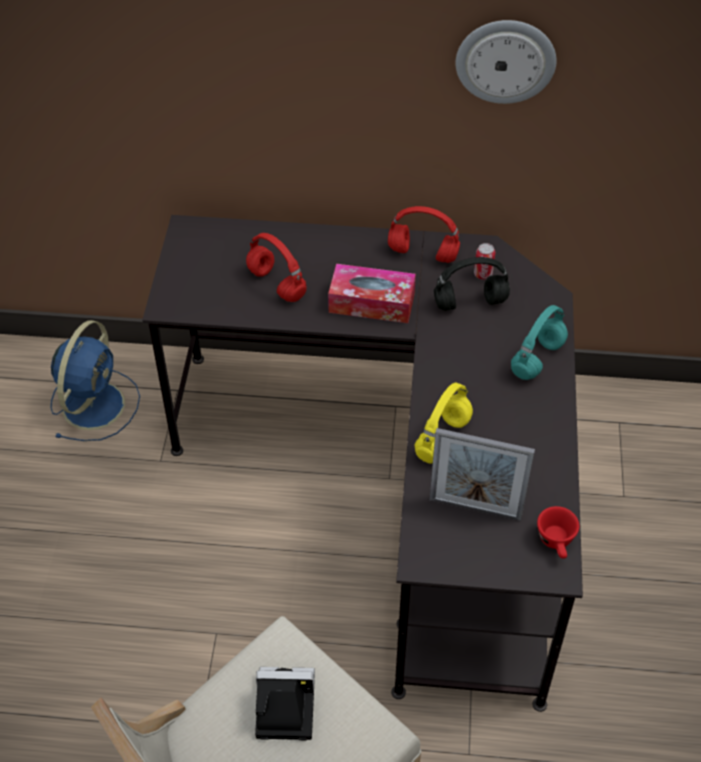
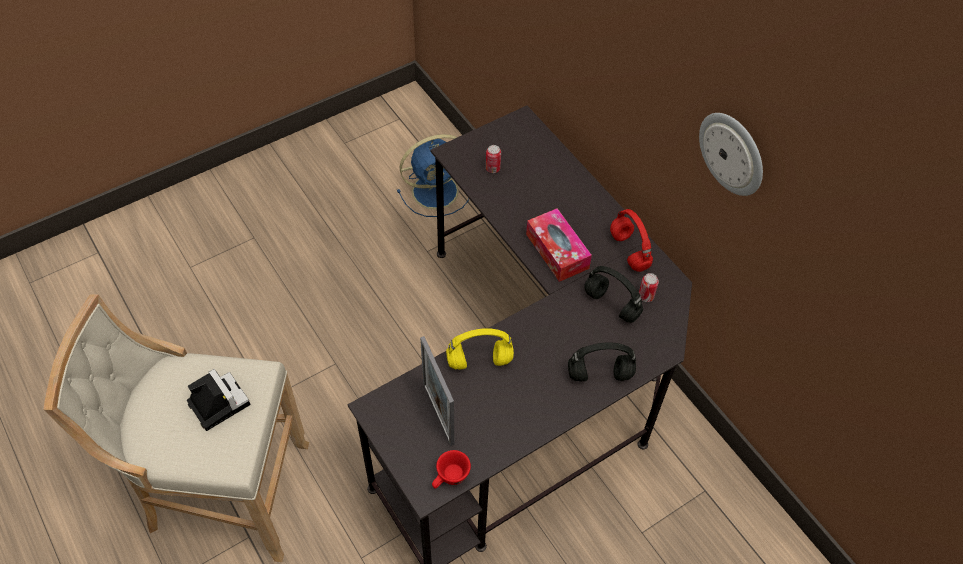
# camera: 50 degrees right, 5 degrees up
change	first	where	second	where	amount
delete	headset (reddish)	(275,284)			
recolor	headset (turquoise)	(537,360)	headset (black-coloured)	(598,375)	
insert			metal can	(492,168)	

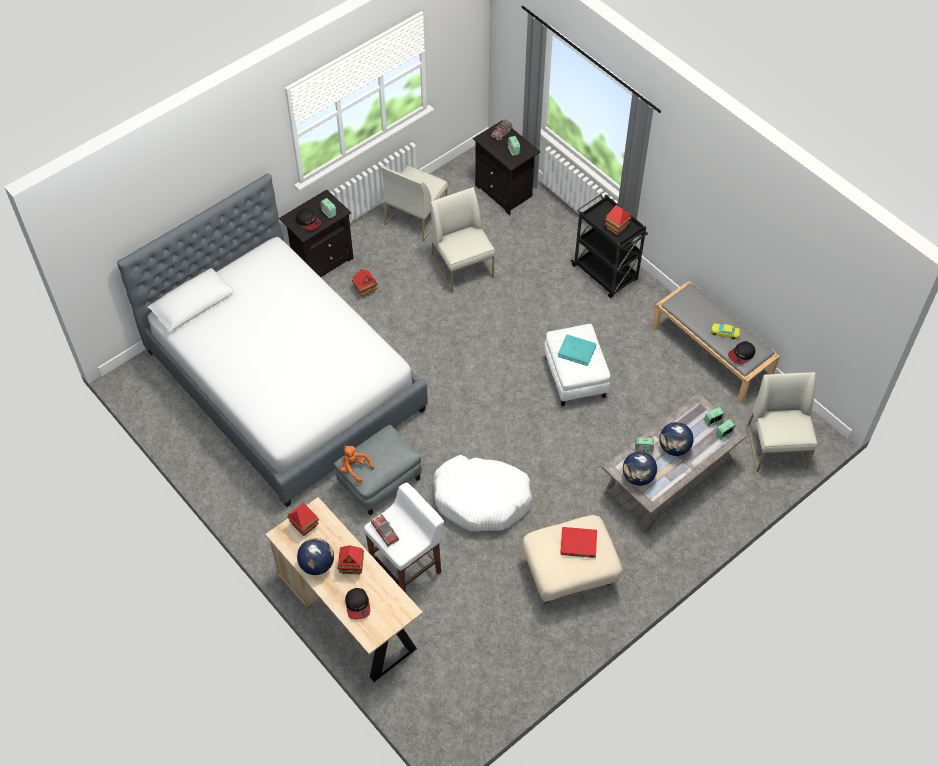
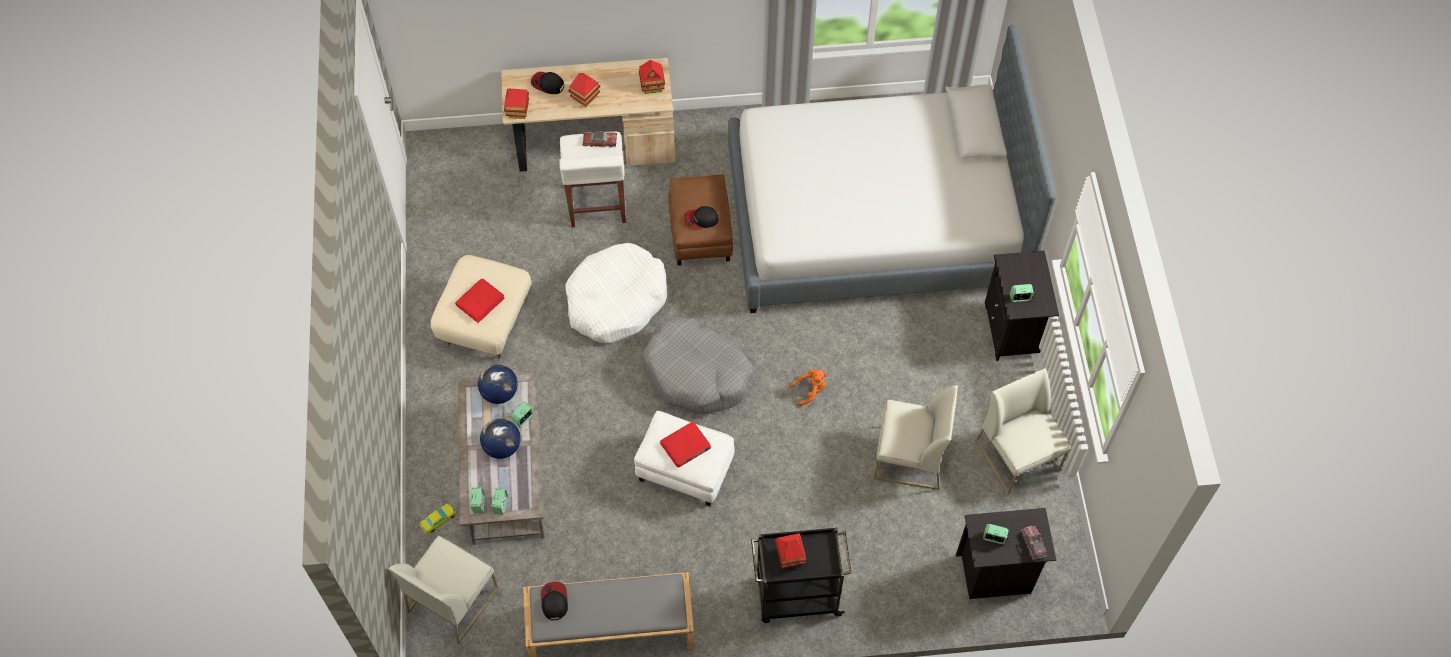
# camera: 125 degrees right, 5 degrees up
change	first	where	second	where	amount
move	baseball cap	(308,221)		(701,219)	
delete	desk globe	(317,564)			
recolor	ottoman (grey)	(380,480)	ottoman (brownish)	(701,234)	
move	plush toy (orange)	(354,469)		(810,390)	
move	miniature house	(365,290)		(518,111)	
recolor	volume (turquoise)	(577,351)	volume (reddish)	(685,446)	
move	miniature car (yellow-coloured)	(724,332)		(438,519)	
rotate	chair (white-coloured)	(777,447)		(452,599)	90 degrees clockwise
insert			pet bed (grey)	(697,373)	

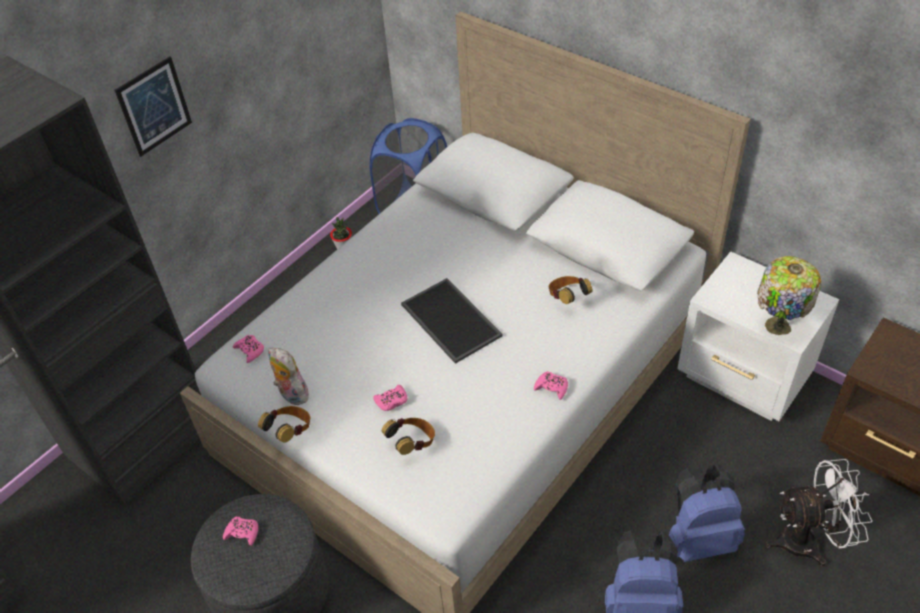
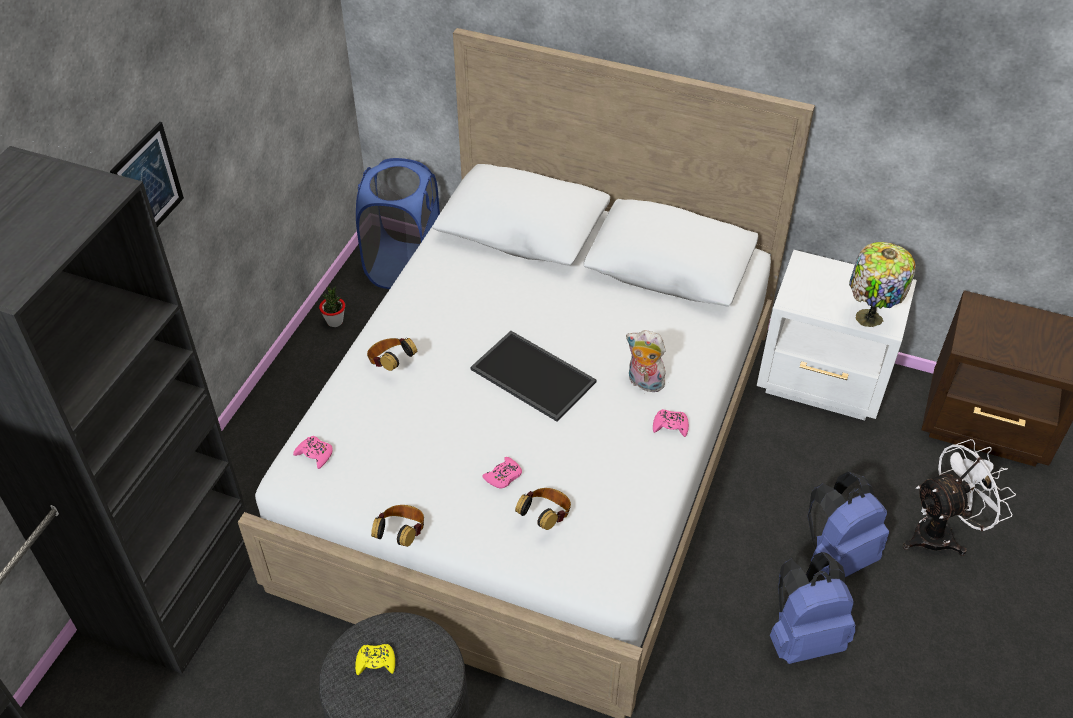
# camera: 20 degrees left, 0 degrees up
change	first	where	second	where	amount
recolor	game controller (pinkish)	(242,533)	game controller (yellow-coloured)	(376,662)	
move	plush toy	(291,394)		(643,383)	
move	headset	(567,298)		(391,364)	

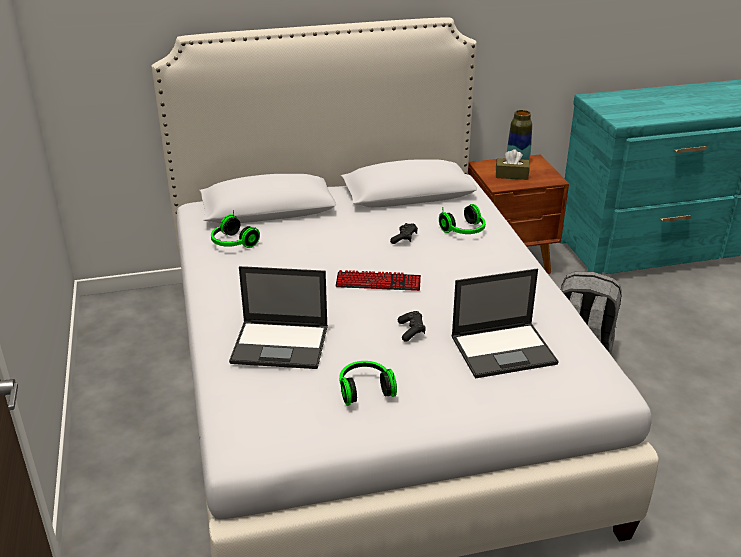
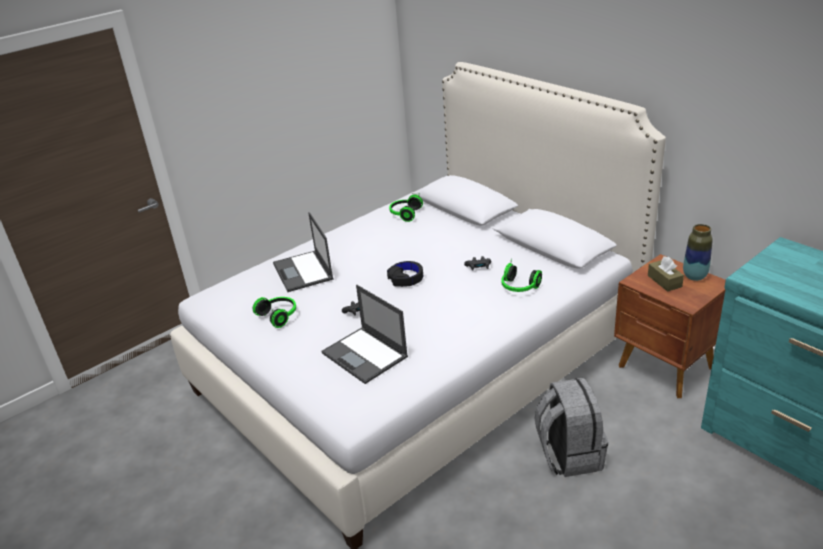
# camera: 65 degrees right, 0 degrees up
change	first	where	second	where	amount
replace	PC keyboard	(378,282)	headset (black-coloured)	(406,278)	

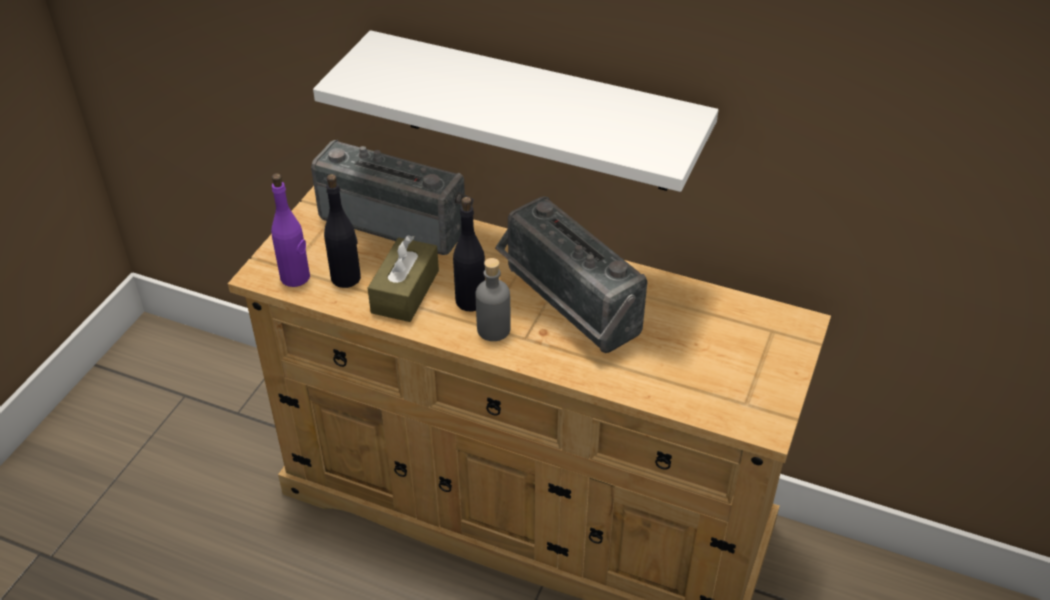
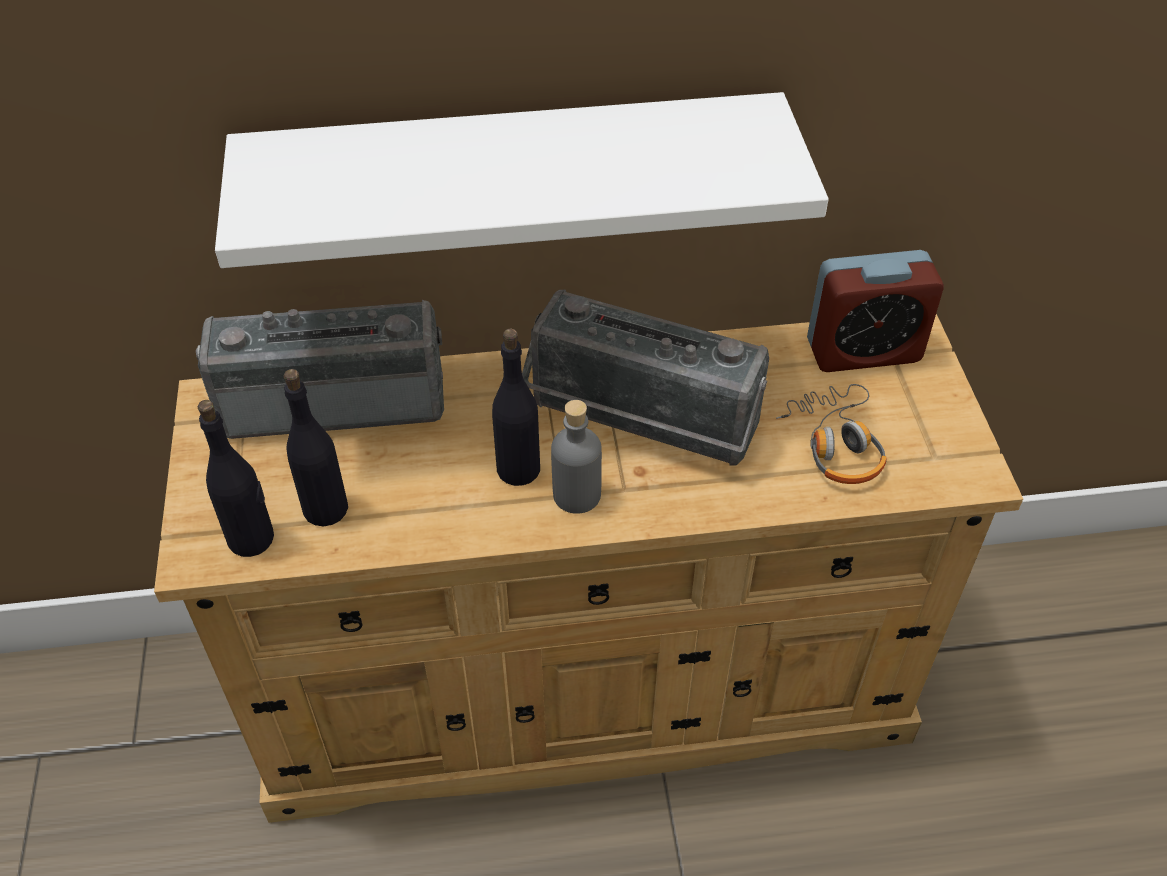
# camera: 30 degrees left, 5 degrees up
change	first	where	second	where	amount
recolor	bottle (purple)	(295,277)	bottle (black-coloured)	(252,539)	
delete	tissue holder (brownish)	(405,291)			
insert			headset	(836,444)	
insert			alarm clock	(863,351)	

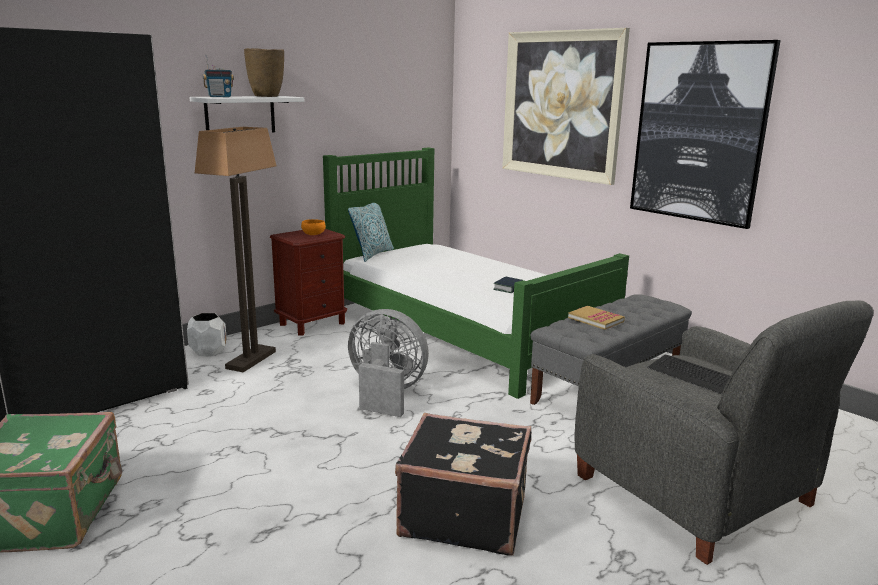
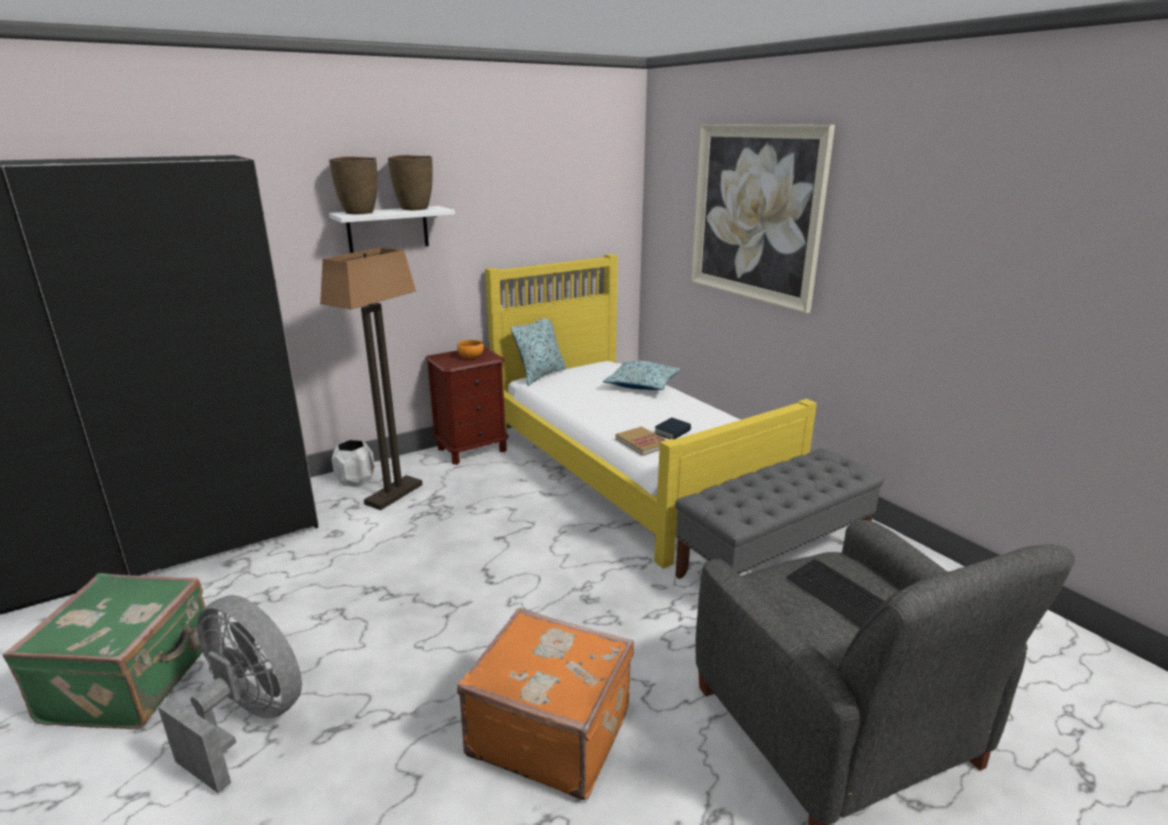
# camera: 10 degrees right, 5 degrees up
change	first	where	second	where	amount
replace	radio set	(219,97)	vase (brownish)	(359,213)	
recolor	sleeping bed (green-coloured)	(462,330)	sleeping bed (yellow-coloured)	(629,467)	
move	fan (grey)	(386,394)		(248,720)	
recolor	piece of luggage (black-coloured)	(464,514)	piece of luggage (orange)	(550,731)	
move	volume	(595,319)		(642,443)	
delete	picture	(699,132)			
insert			throw pillow	(642,385)	

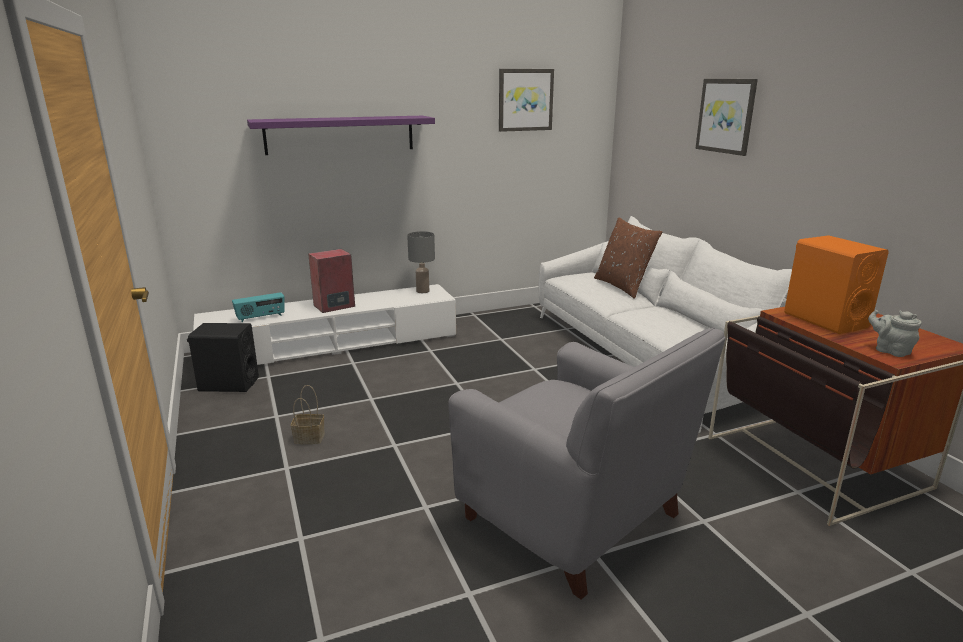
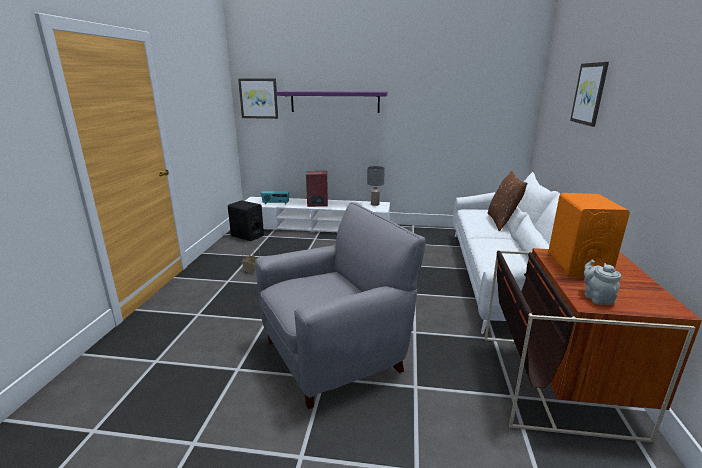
# camera: 30 degrees right, 0 degrees up
change	first	where	second	where	amount
rotate	easy chair (grey)	(575,519)		(335,355)	105 degrees counterclockwise
move	picture	(525,100)		(259,98)	

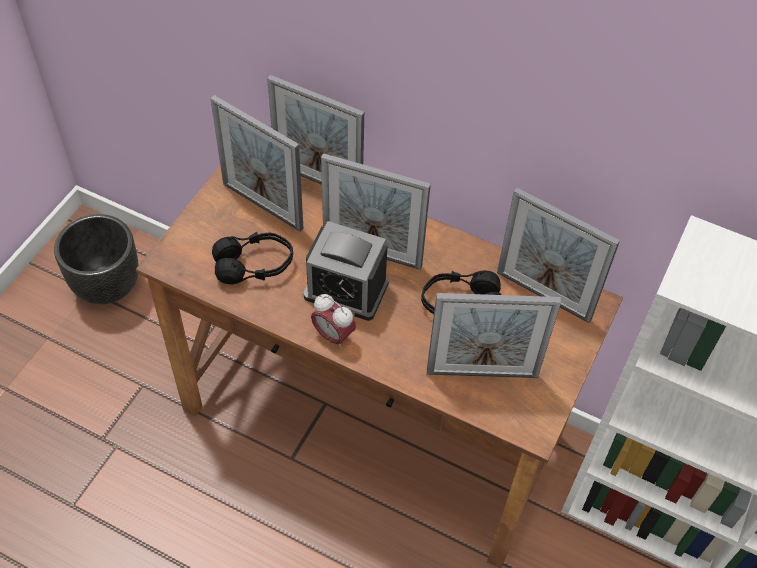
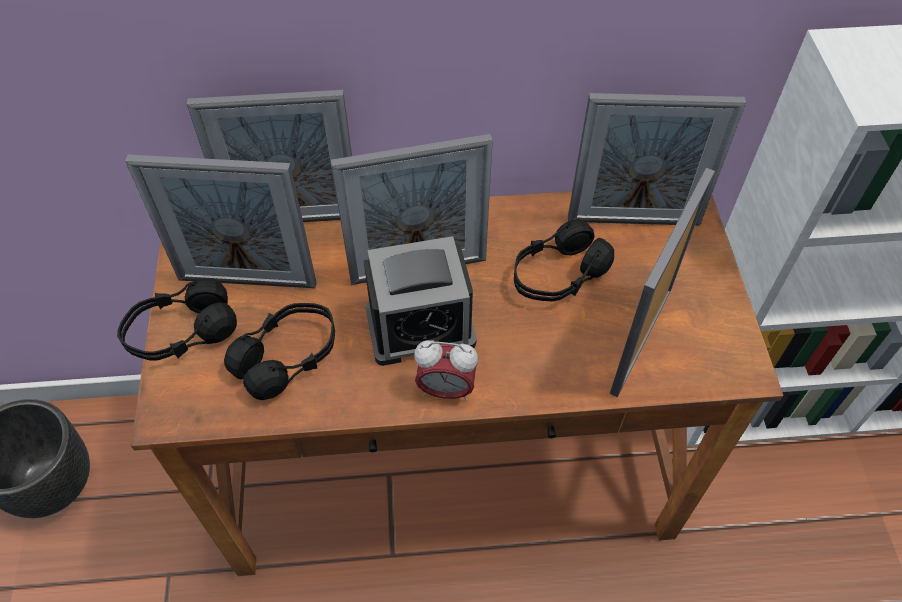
# camera: 30 degrees left, 0 degrees up
change	first	where	second	where	amount
rotate	photo frame	(482,373)		(641,339)	150 degrees clockwise
insert			headset (black-coloured)	(182,333)	

